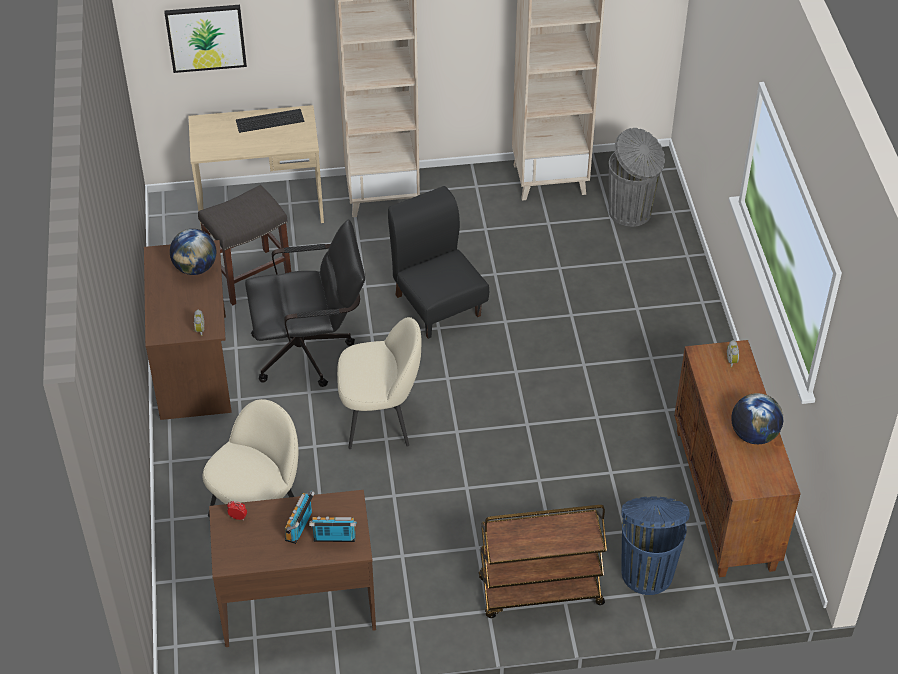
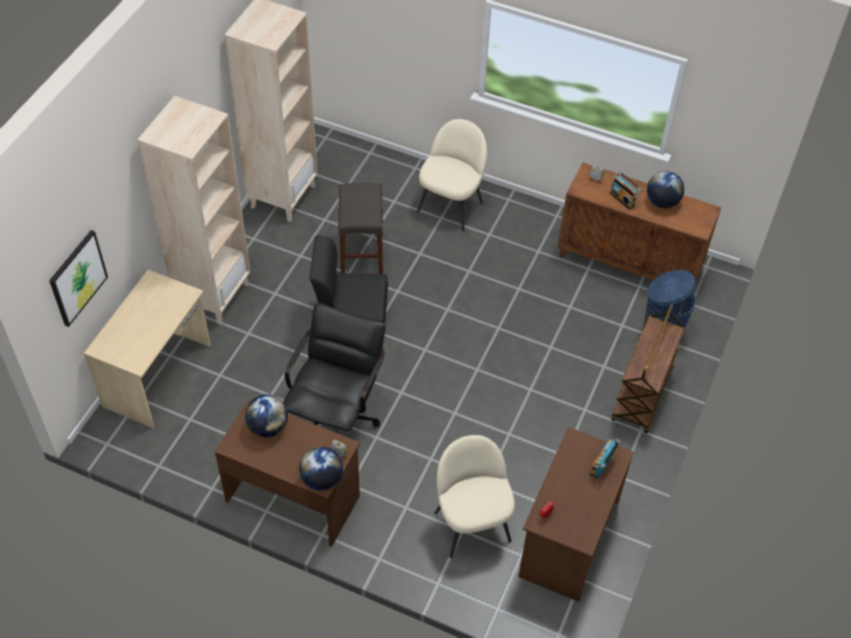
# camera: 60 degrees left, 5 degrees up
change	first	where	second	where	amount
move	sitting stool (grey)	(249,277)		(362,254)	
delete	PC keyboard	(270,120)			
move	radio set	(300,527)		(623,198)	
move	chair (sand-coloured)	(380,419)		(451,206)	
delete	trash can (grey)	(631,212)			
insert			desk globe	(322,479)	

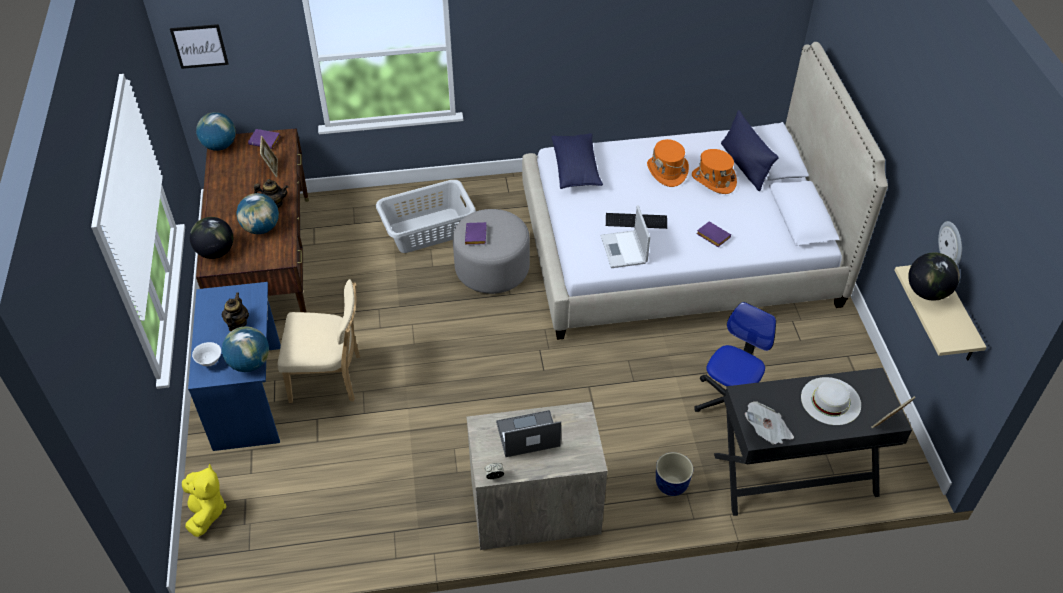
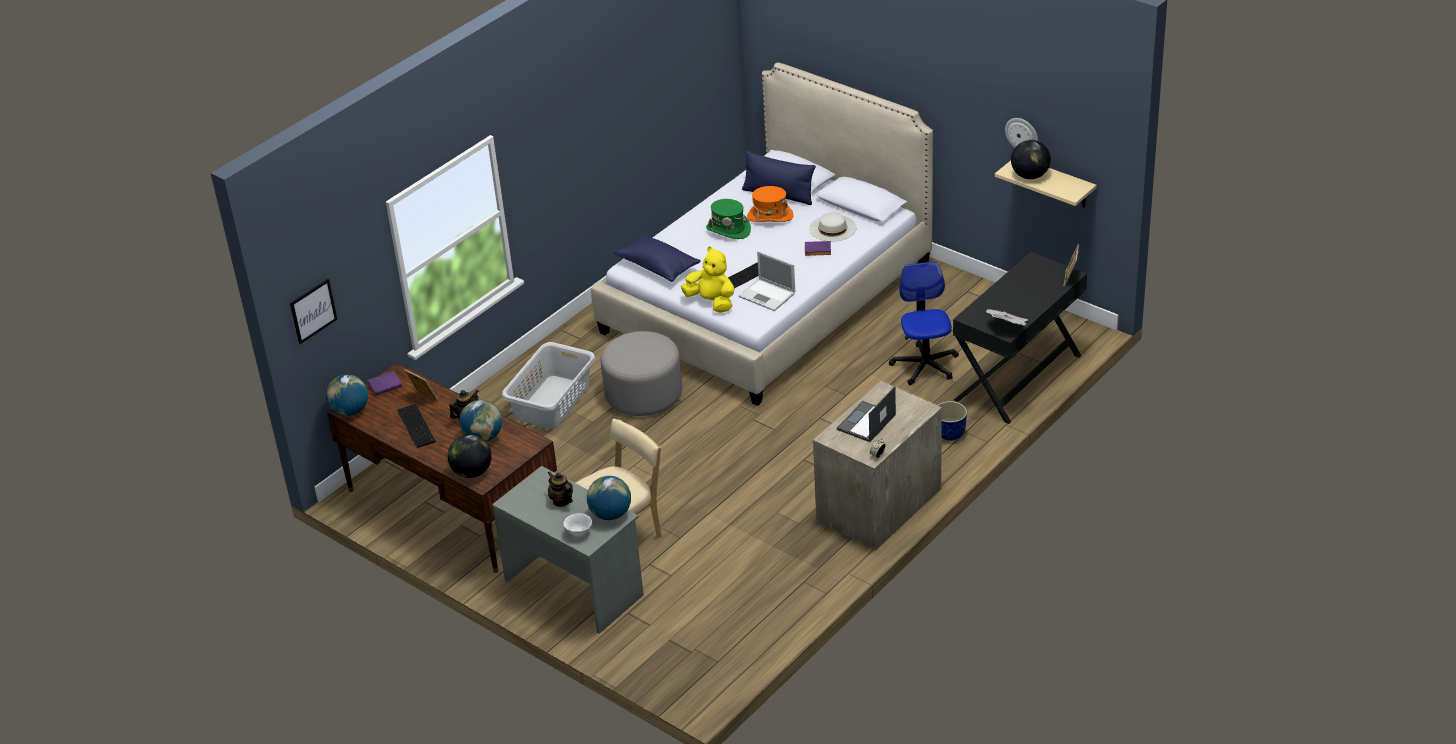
# camera: 40 degrees left, 10 degrees down
change	first	where	second	where	amount
move	plush toy (yellow-coloured)	(206,511)		(712,302)	
recolor	desk table (bluish)	(250,396)	desk table (grey)	(574,587)	
delete	volume (purple)	(477,236)			
recolor	clothing hat (orange)	(667,171)	clothing hat (green-coloured)	(728,229)	
move	clothing hat (white-coloured)	(830,401)		(832,228)	
insert			PC keyboard	(417,425)	

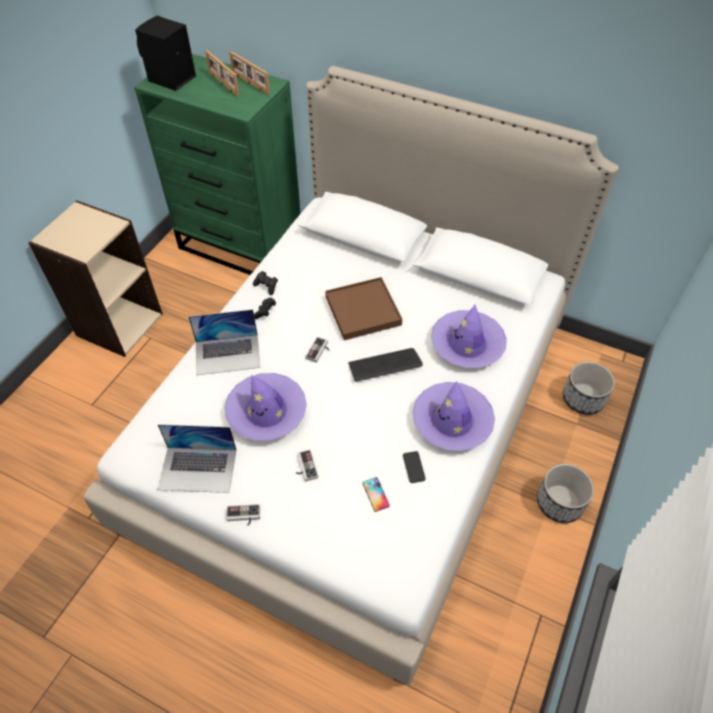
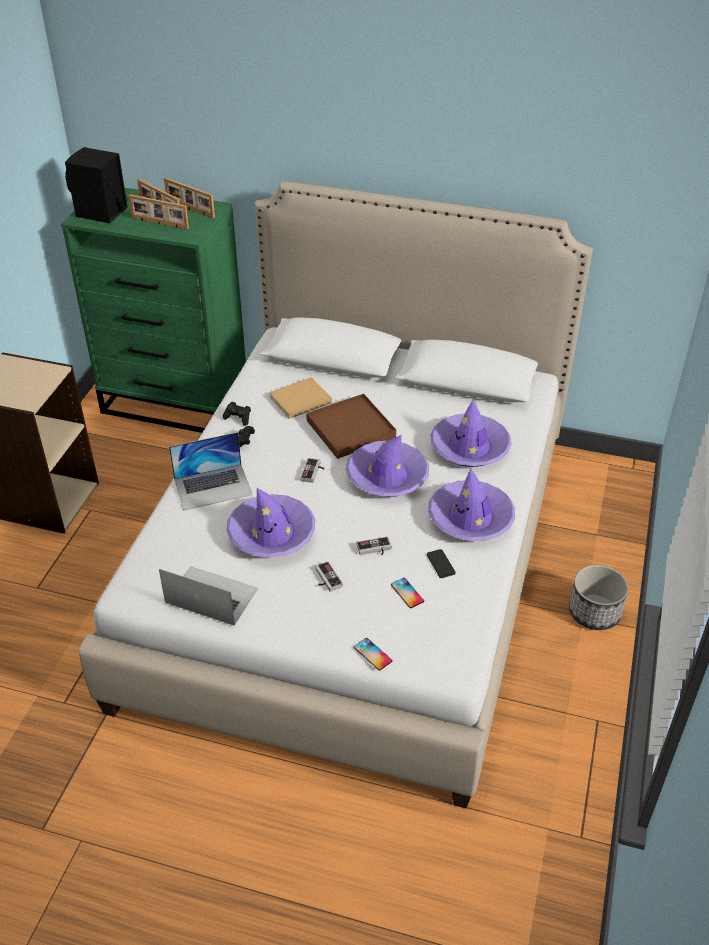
# camera: 10 degrees left, 10 degrees down
change	first	where	second	where	amount
rotate	laptop	(198,469)		(211,595)	150 degrees counterclockwise
move	game controller	(243,517)		(374,550)	
replace	PC keyboard	(384,365)	clothing hat (purple)	(387,476)	
delete	flower pot	(583,399)			
insert			photo frame	(159,224)	
insert			volume (sand-coloured)	(299,400)	
insert			handset	(372,654)	

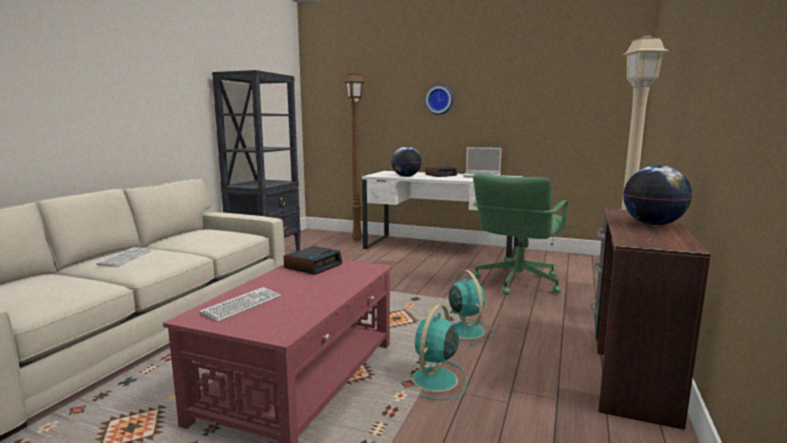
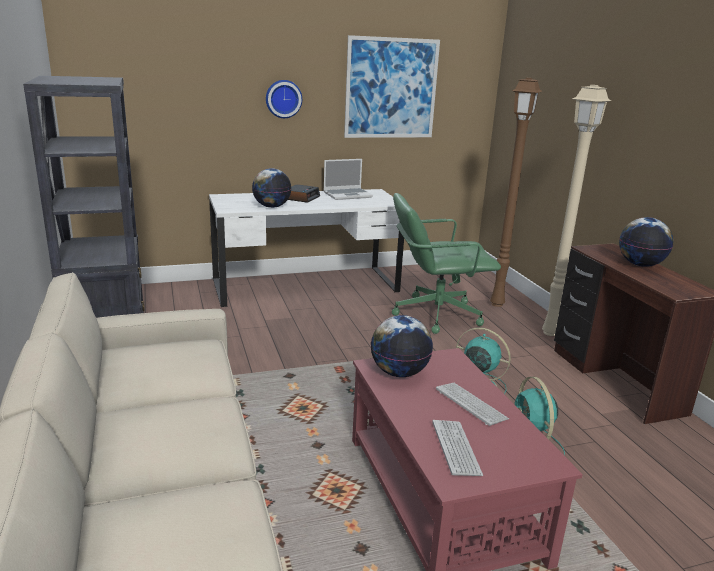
# camera: 40 degrees left, 10 degrees up
change	first	where	second	where	amount
move	PC keyboard	(125,258)		(471,404)	
replace	alarm clock	(313,266)	desk globe	(399,372)	
move	standing lamp (brownish)	(356,240)		(497,305)	
rotate	office chair (green-coloured)	(517,282)		(436,314)	90 degrees clockwise
insert			picture	(391,88)	

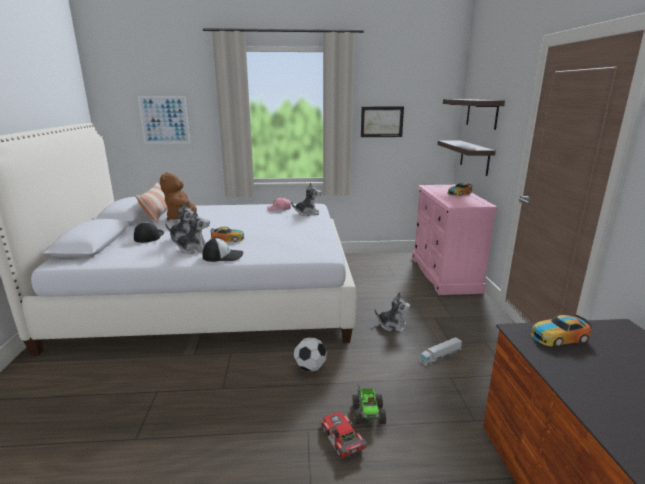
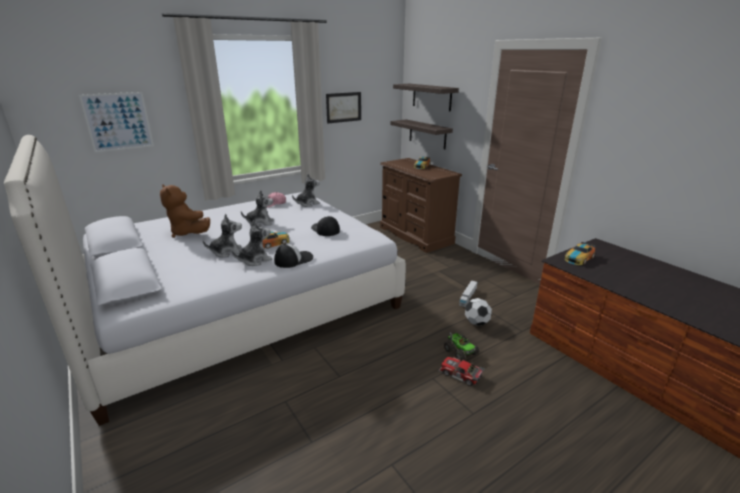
# camera: 30 degrees left, 5 degrees up
change	first	where	second	where	amount
move	baseball cap	(149,236)		(325,230)	
delete	throw pillow	(159,214)			
move	ball for football	(310,368)		(476,323)	
move	plush toy	(392,325)		(260,223)	
recolor	drawer chest (pinkish)	(444,274)	drawer chest (brownish)	(415,235)	

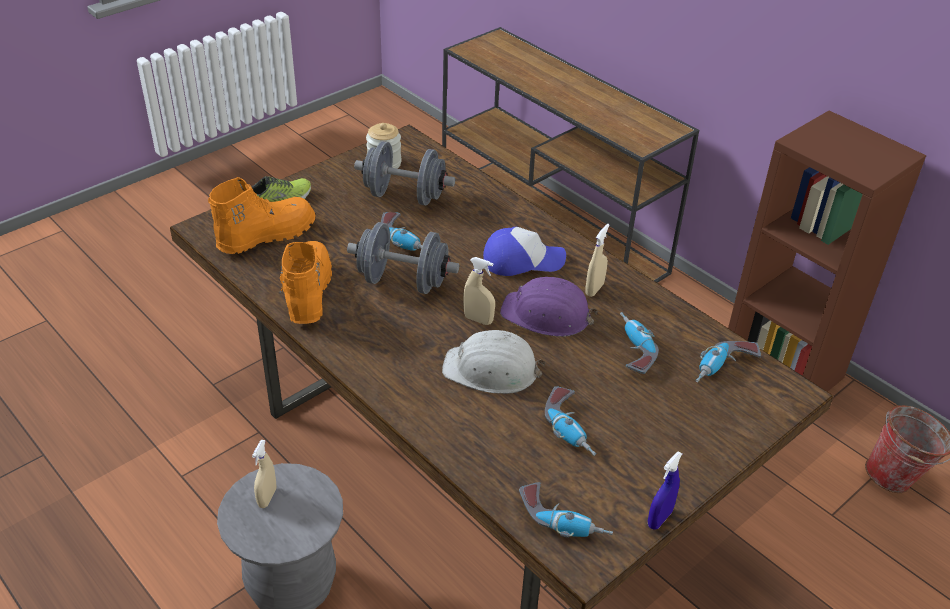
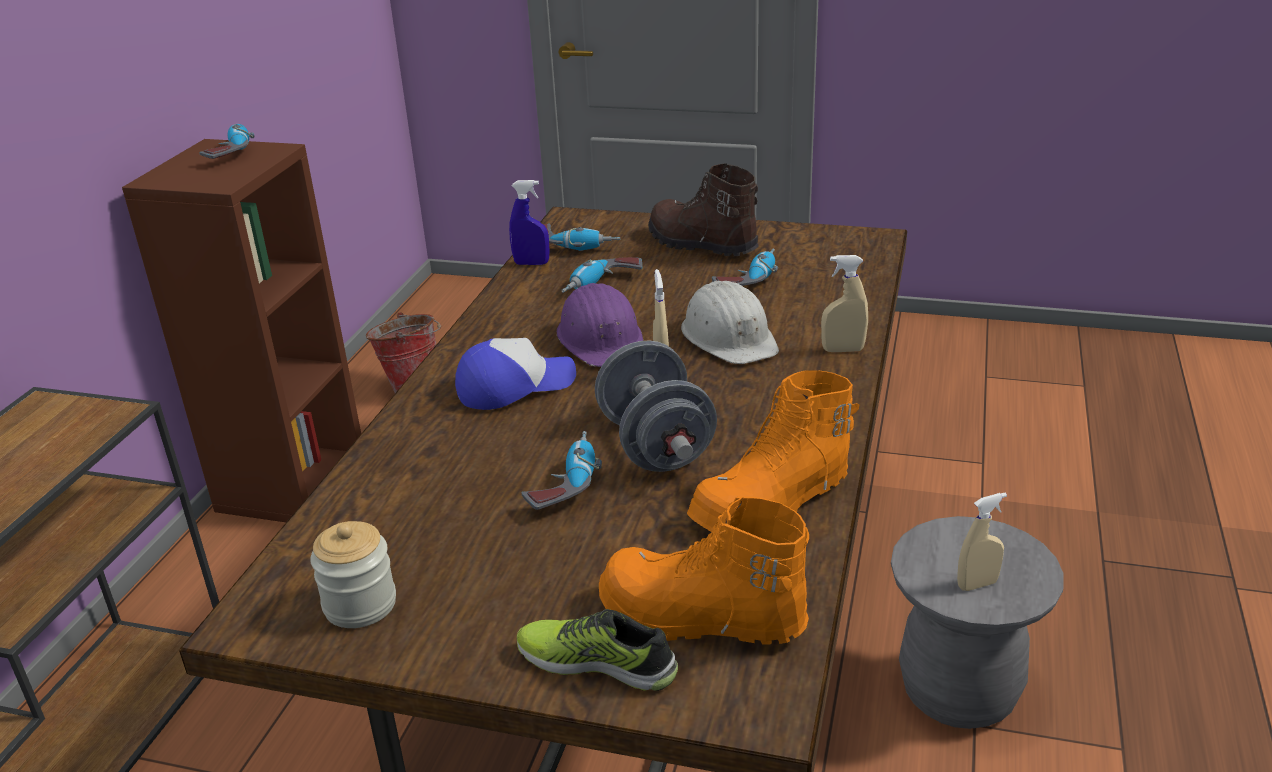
# camera: 120 degrees left, 10 degrees down
change	first	where	second	where	amount
delete	free weight (grey)	(404,196)			
rotate	baseball cap	(522,260)		(514,386)	105 degrees clockwise
move	power drill	(563,520)		(229,152)	
move	spray bottle (sand-coloured)	(594,289)		(843,350)	
move	spray bottle (bluish)	(659,518)		(531,263)	
insert			tall boot (brownish)	(701,245)	

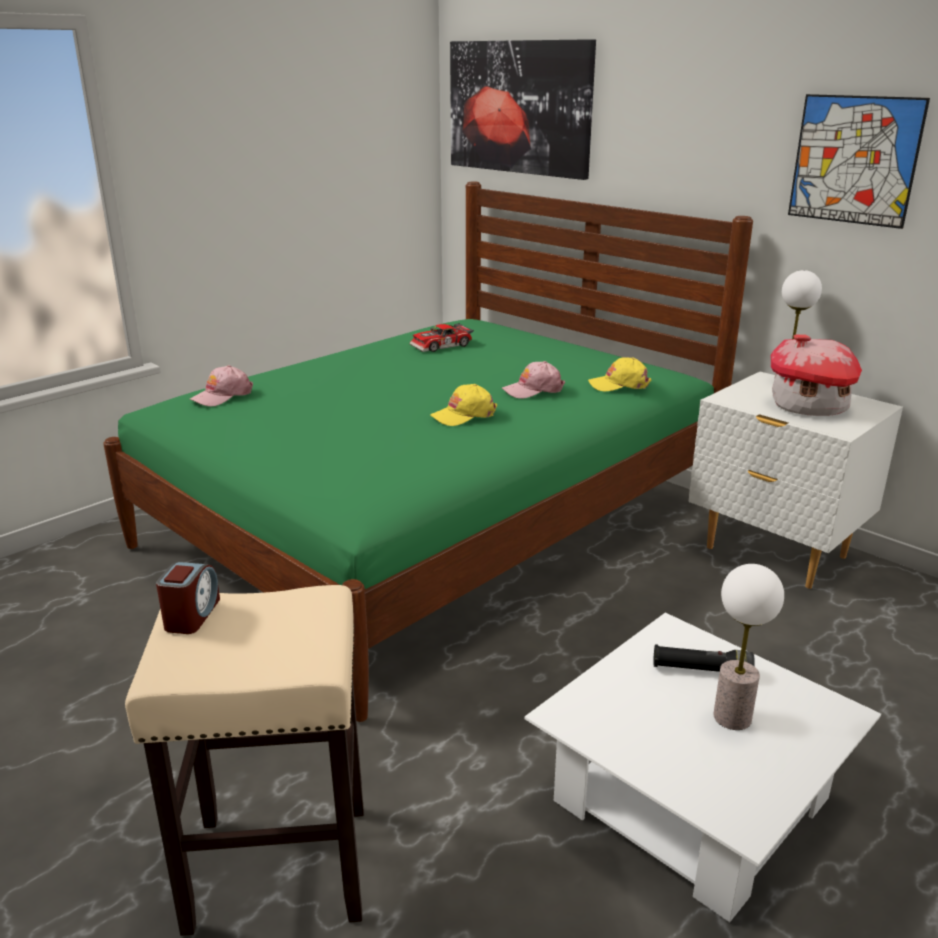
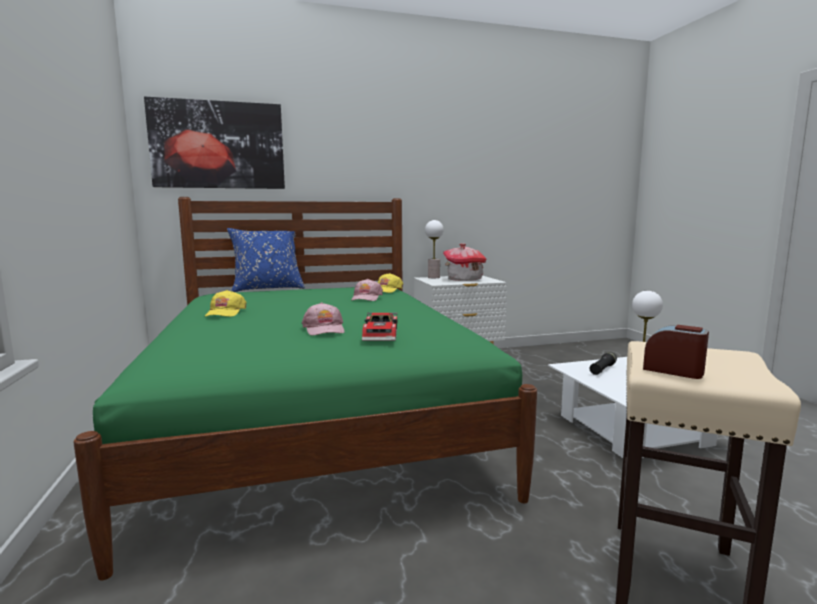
# camera: 60 degrees left, 15 degrees down
change	first	where	second	where	amount
move	baseball cap (pinkish)	(222,396)		(324,329)	
move	miniature car	(442,346)		(382,334)	
move	baseball cap (yellow-coloured)	(463,415)		(225,312)	
delete	picture	(854,160)			
insert			throw pillow (bluish)	(267,289)	

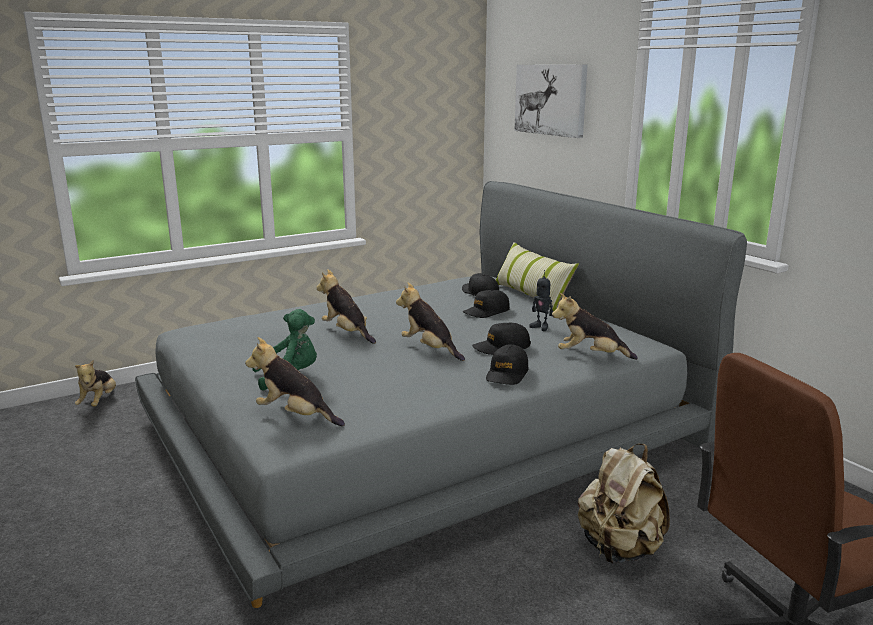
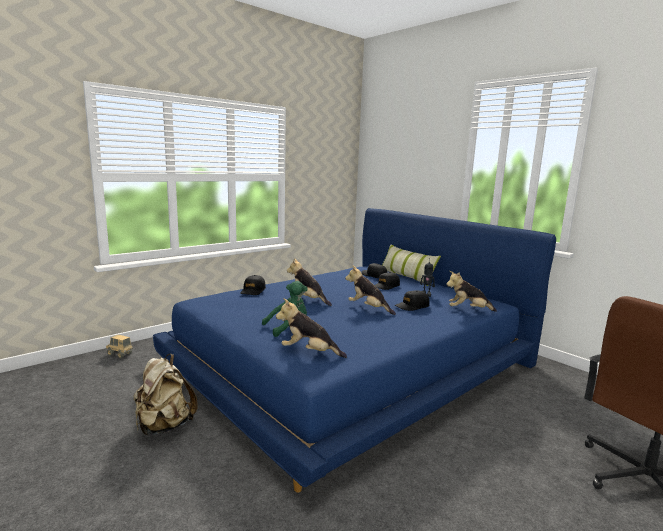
# camera: 10 degrees left, 5 degrees down
change	first	where	second	where	amount
replace	plush toy	(99,402)	toy lorry	(120,354)	
recolor	sleeping bed (grey)	(421,430)	sleeping bed (bluish)	(352,363)	
move	baseball cap (black-coloured)	(507,374)		(253,291)	
delete	picture	(551,99)			
move	rucksack (sand-coloured)	(619,549)		(164,426)	

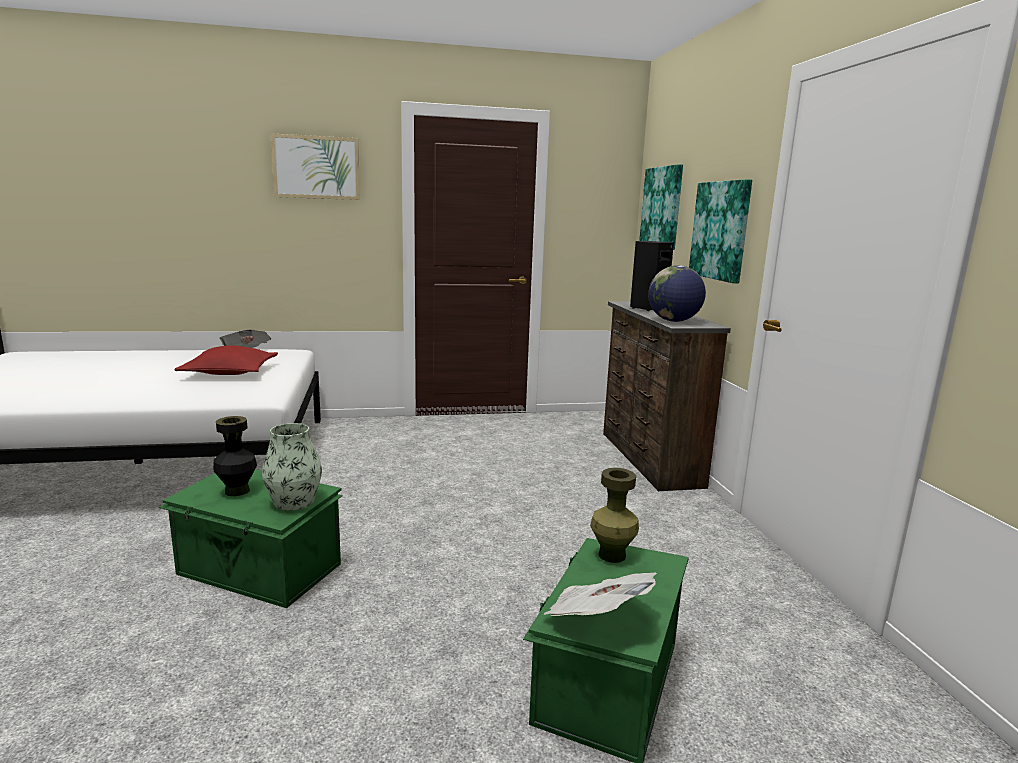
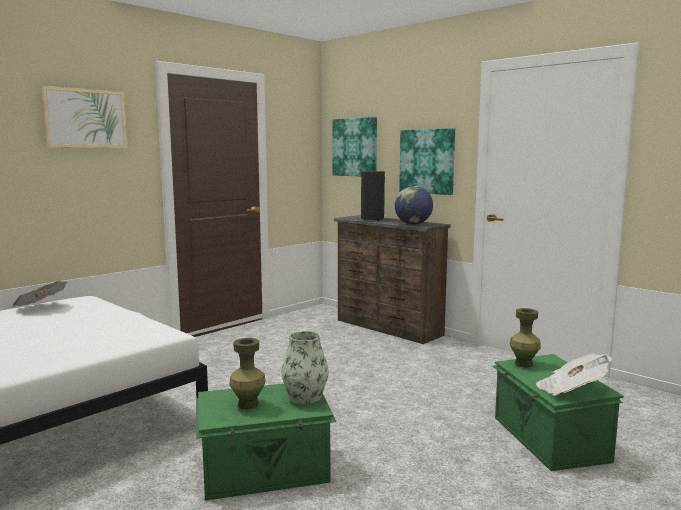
# camera: 35 degrees left, 5 degrees down
change	first	where	second	where	amount
delete	throw pillow (reddish)	(230,372)			
recolor	vase (black-coloured)	(237,491)	vase (green-coloured)	(248,404)	

